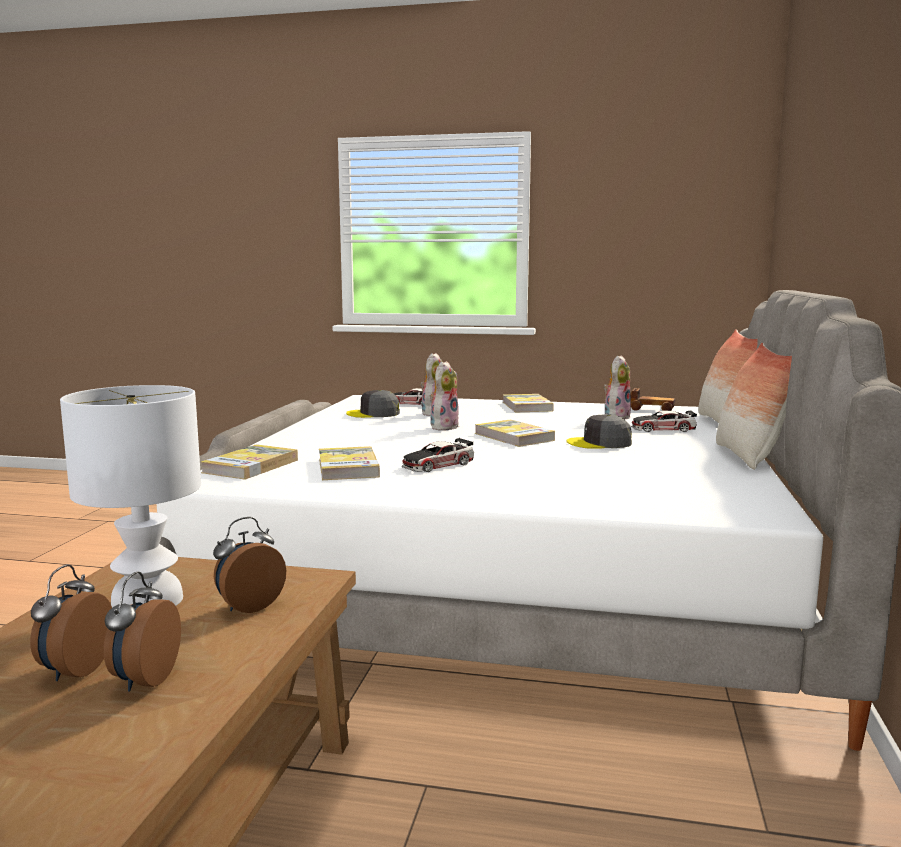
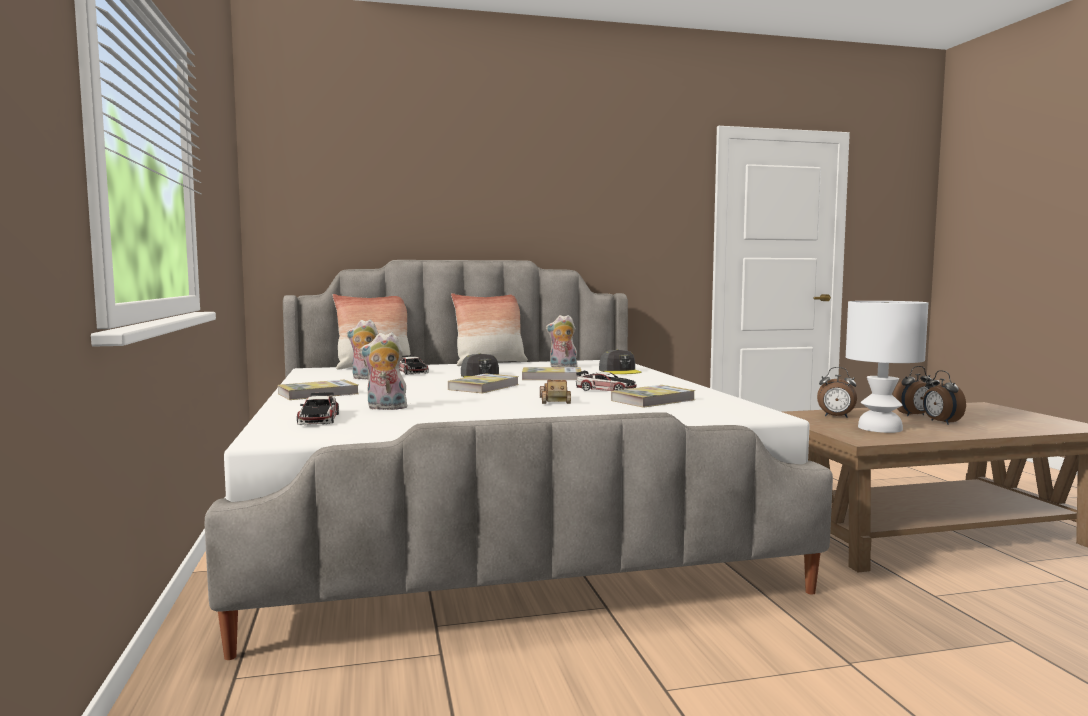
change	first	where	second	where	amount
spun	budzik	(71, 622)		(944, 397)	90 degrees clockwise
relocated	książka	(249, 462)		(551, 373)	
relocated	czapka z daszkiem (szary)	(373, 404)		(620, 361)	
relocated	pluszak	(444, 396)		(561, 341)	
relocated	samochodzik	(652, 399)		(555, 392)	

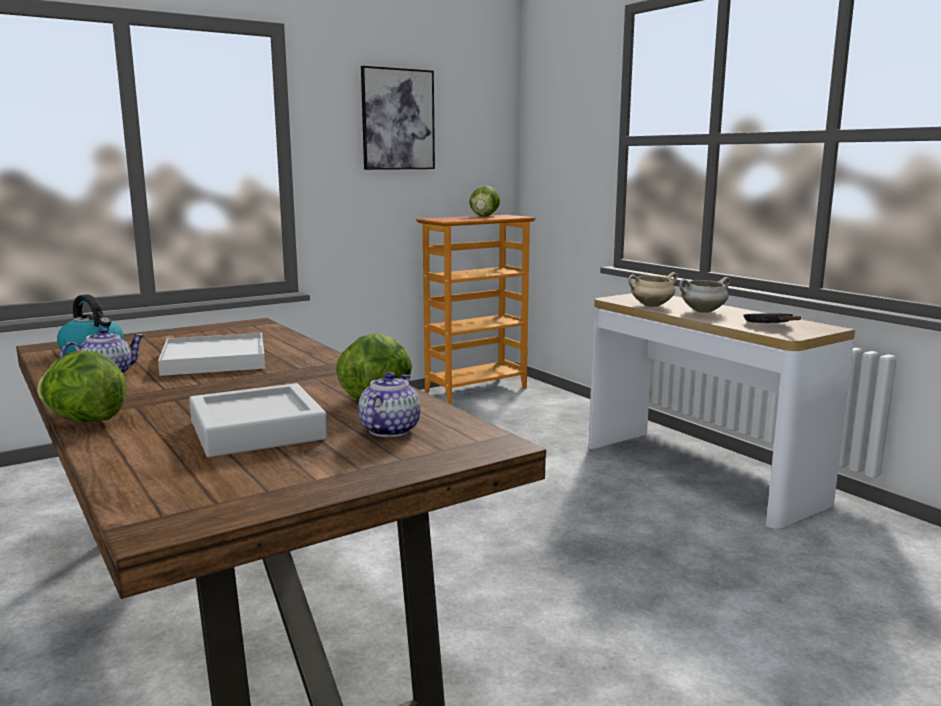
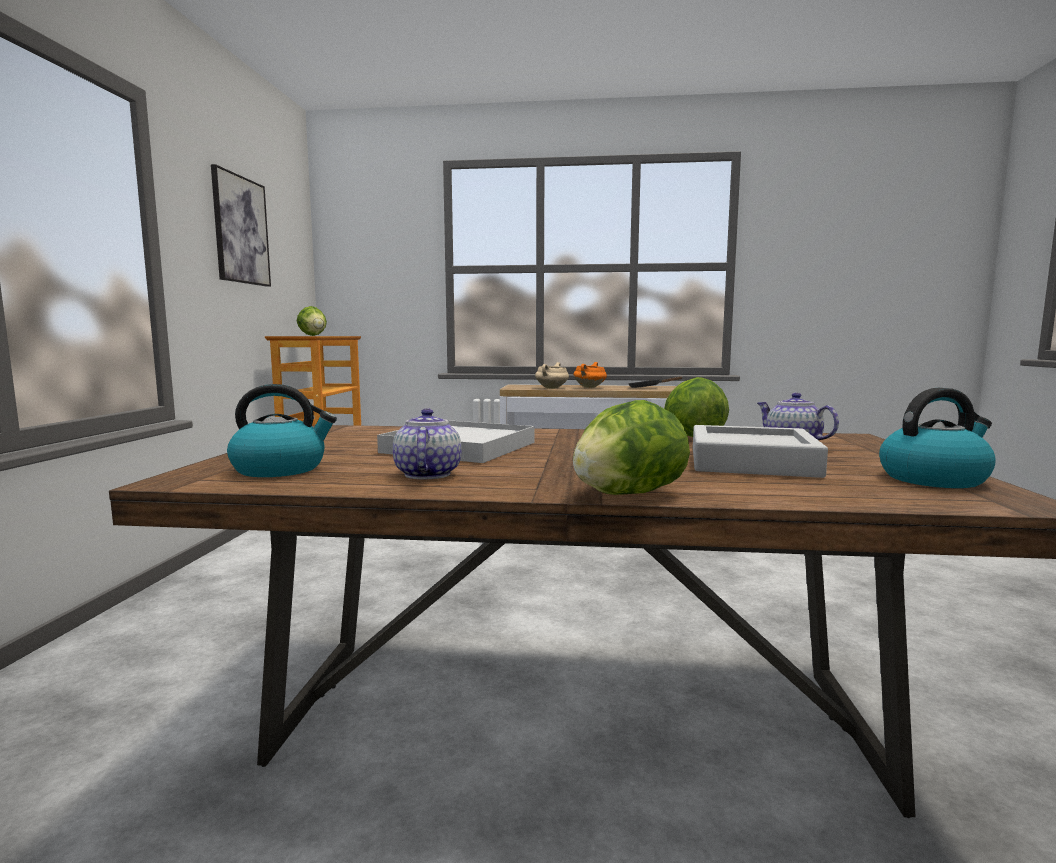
change	first	where	second	where	amount
colour	garnek (biały)	(705, 295)	garnek (pomarańczowy)	(590, 375)	
appeared			czajnik	(937, 437)	

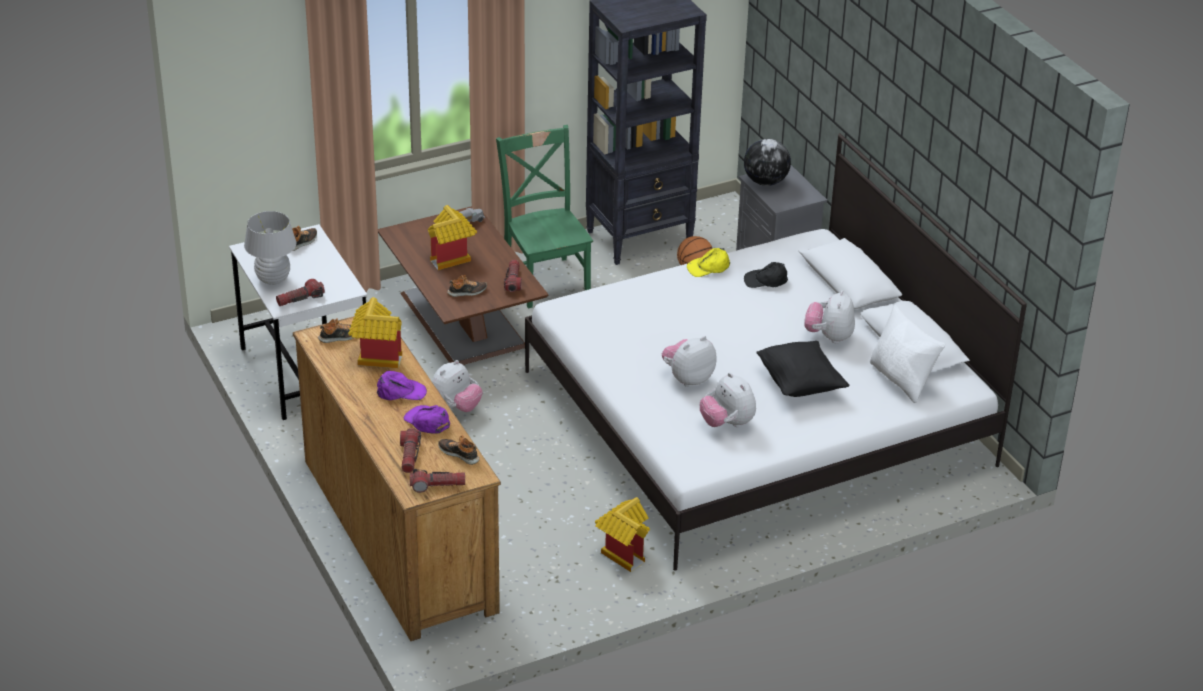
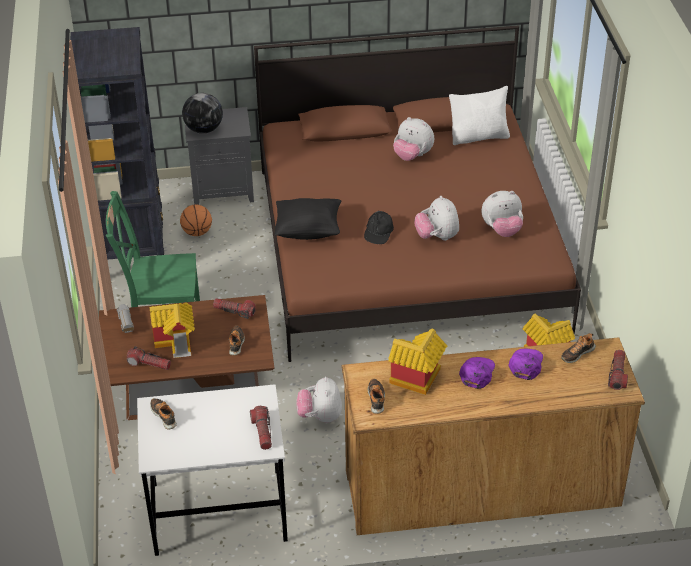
change	first	where	second	where	amount
missing	lampa stołowa (biały)	(270, 248)			
relocated	latarka	(410, 450)		(149, 358)	
spun	czapka z daszkiem (fioletowy)	(427, 419)		(526, 364)	135 degrees clockwise
spun	pluszak	(457, 386)		(319, 400)	150 degrees counterclockwise
colour	łóżko (biały)	(776, 352)	łóżko (brązowy)	(417, 193)	
missing	czapka z daszkiem (żółty)	(708, 262)			
relocated	czapka z daszkiem (czarny)	(766, 275)		(379, 227)	
relocated	poduszka (czarny)	(802, 369)		(308, 219)	

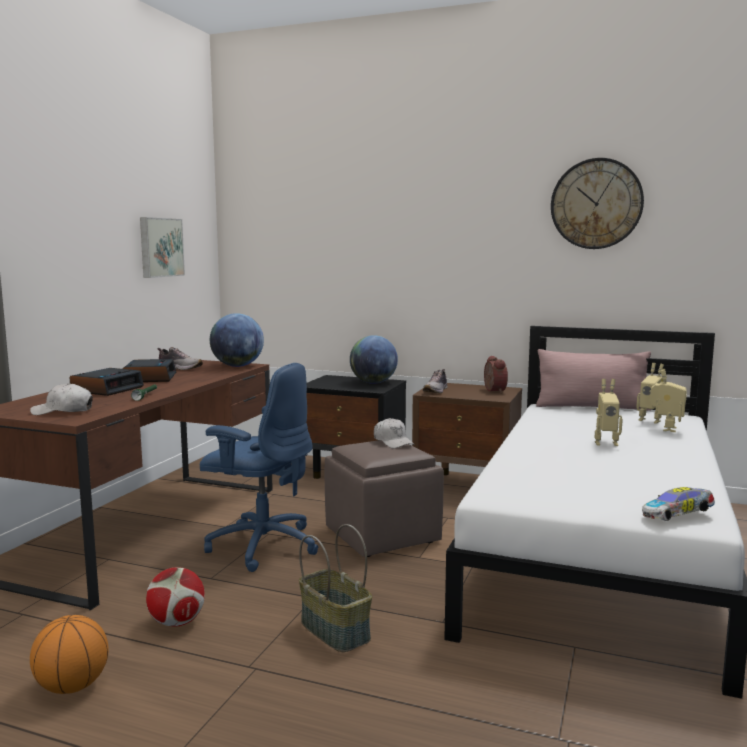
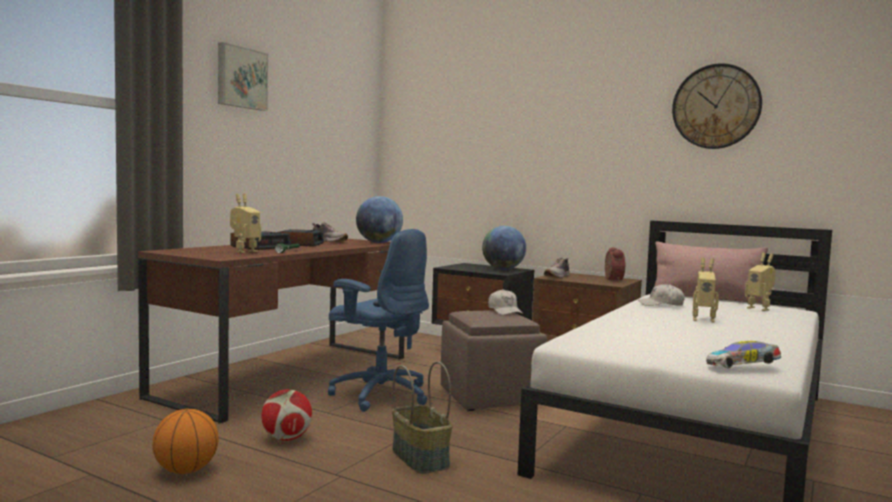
change	first	where	second	where	amount
relocated	czapka z daszkiem (biały)	(61, 399)		(661, 295)	
relocated	obraz	(162, 247)		(243, 76)	
relocated	robot zabawkowy	(668, 400)		(245, 223)	

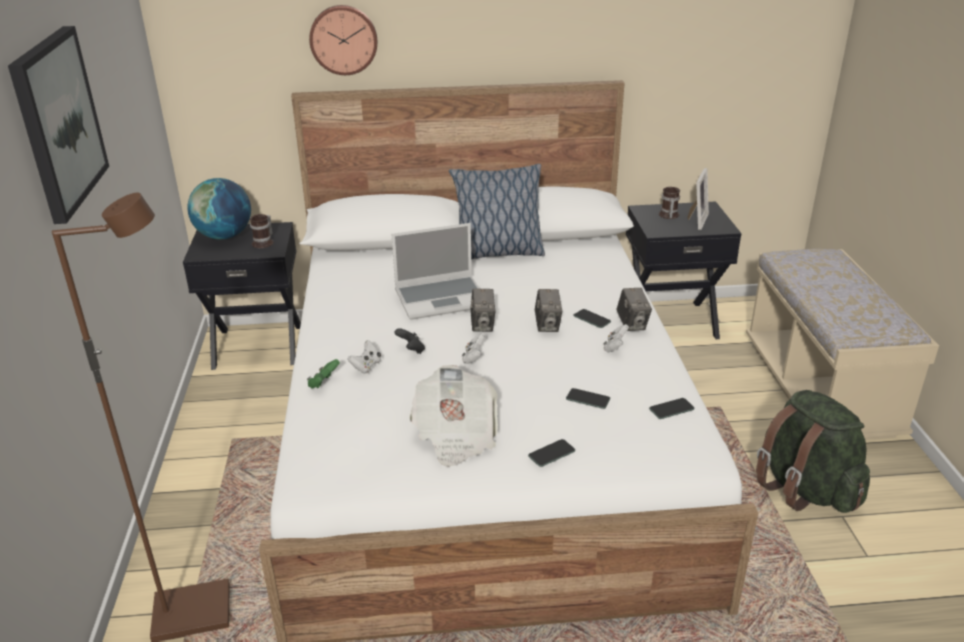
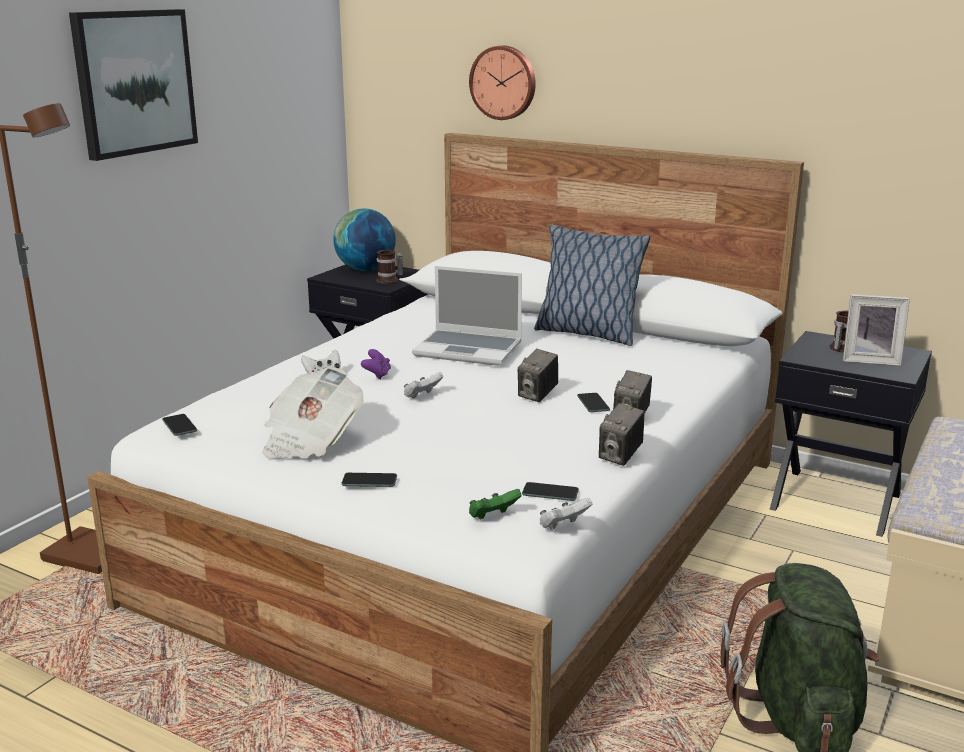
change	first	where	second	where	amount
relocated	pad do gier (zielony)	(323, 374)		(495, 504)	
colour	pad do gier (czarny)	(410, 341)	pad do gier (fioletowy)	(376, 364)	
relocated	aparat fotograficzny	(482, 310)		(621, 434)	
relocated	telefon	(588, 398)		(179, 425)	
relocated	pad do gier (biały)	(616, 338)		(566, 513)	
spun	ramka na zdjęcie	(698, 199)		(876, 330)	45 degrees clockwise

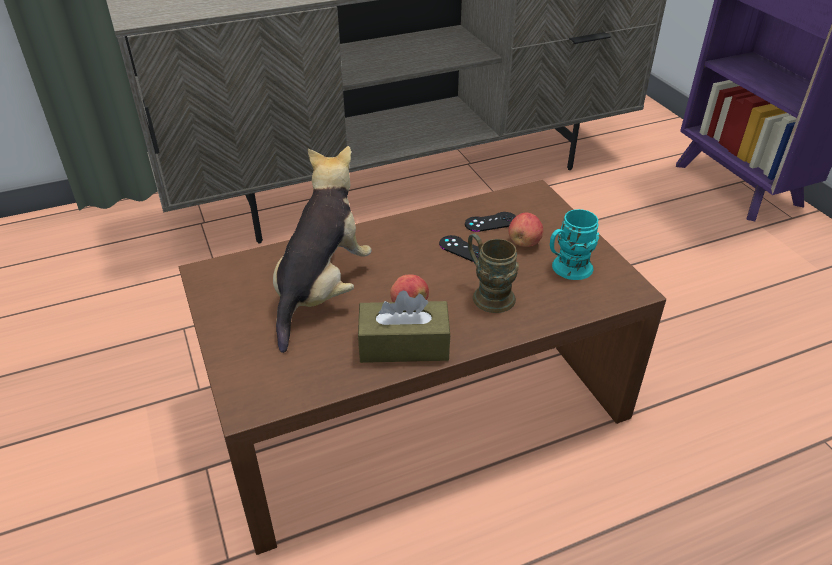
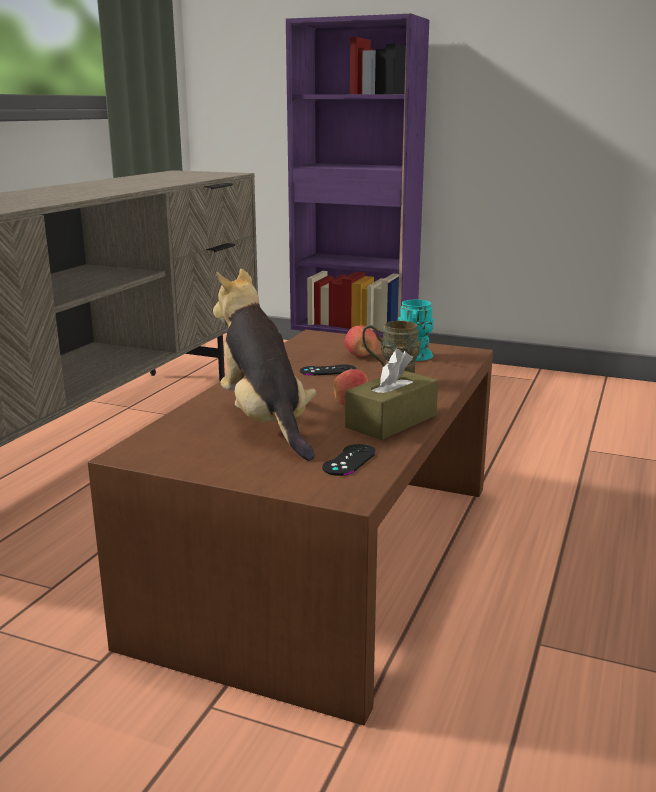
change	first	where	second	where	amount
relocated	pad do gier (czarny)	(490, 222)		(349, 460)	

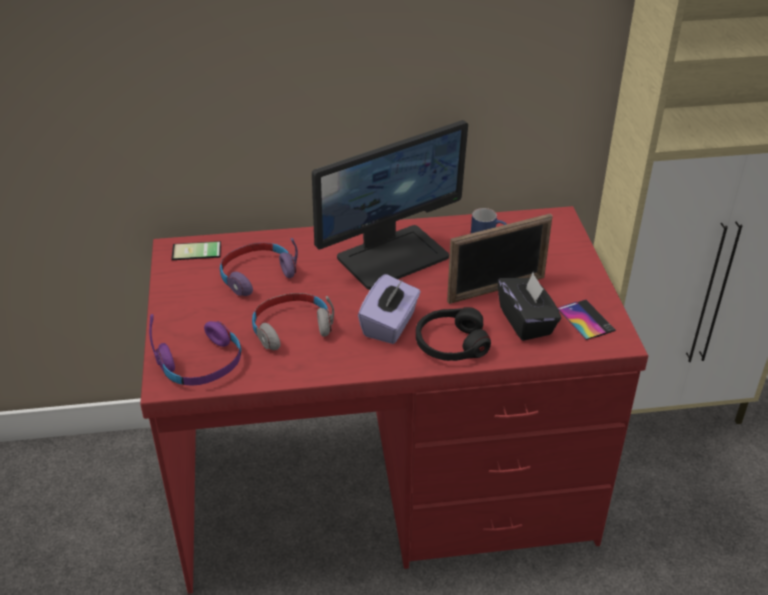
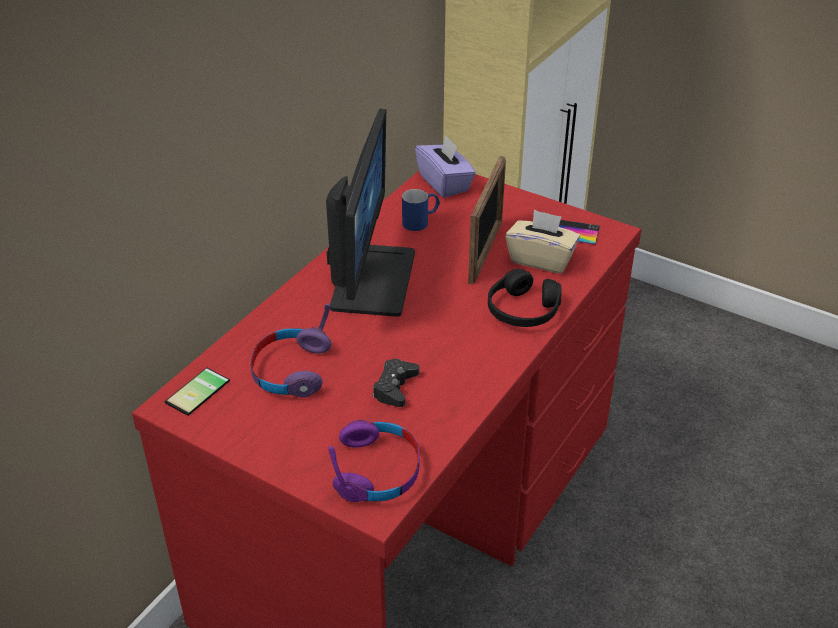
change	first	where	second	where	amount
exchanged	słuchawki (szary)	(293, 321)	pad do gier (czarny)	(395, 383)	
relocated	pudełko chusteczek (fioletowy)	(389, 309)		(445, 166)	
colour	pudełko chusteczek (czarny)	(529, 306)	pudełko chusteczek (beżowy)	(542, 241)	

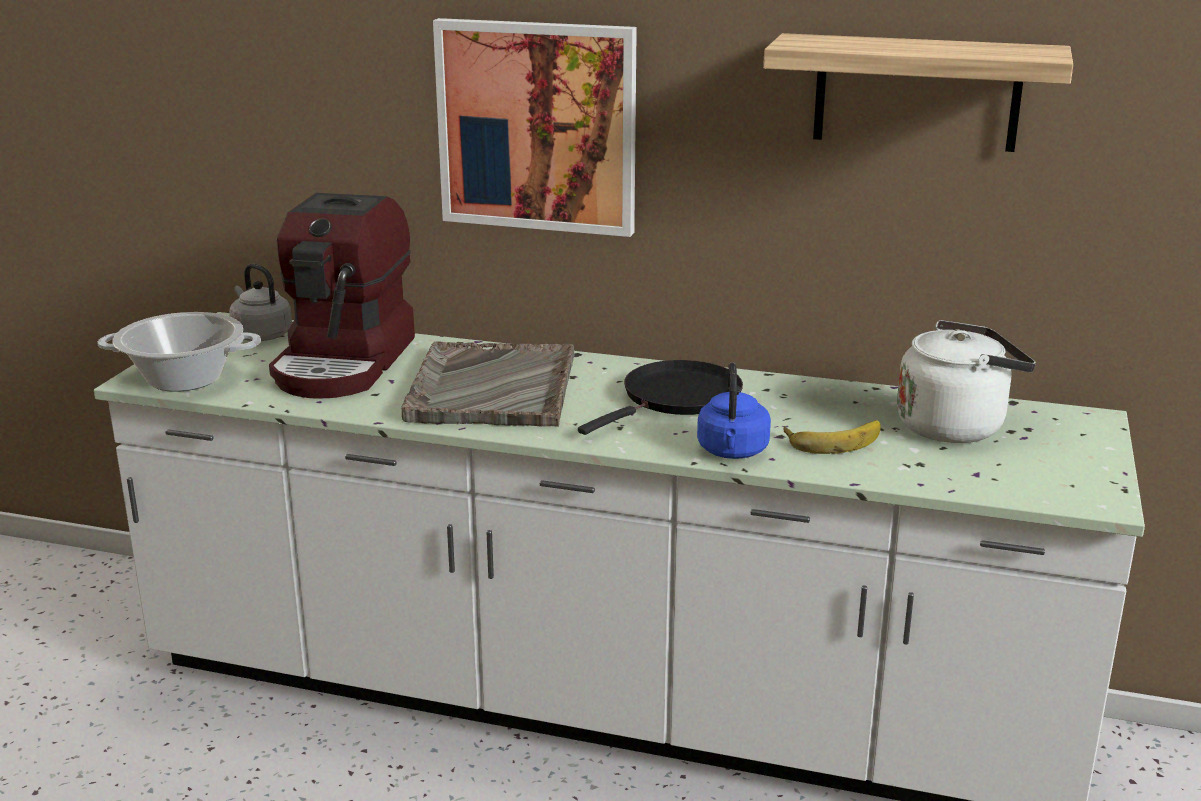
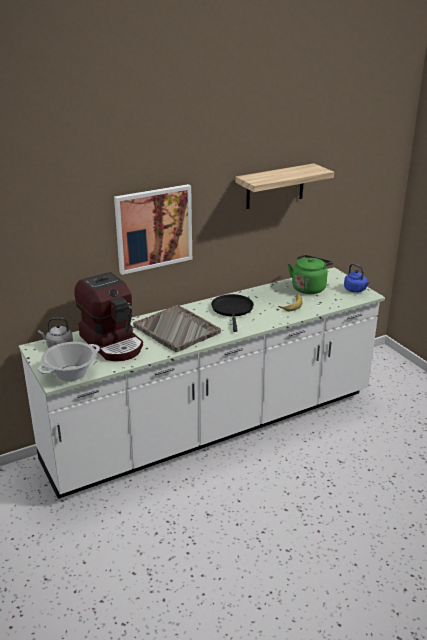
change	first	where	second	where	amount
relocated	czajnik (niebieski)	(734, 410)		(357, 278)	
colour	czajnik (biały)	(966, 381)	czajnik (zielony)	(310, 274)	

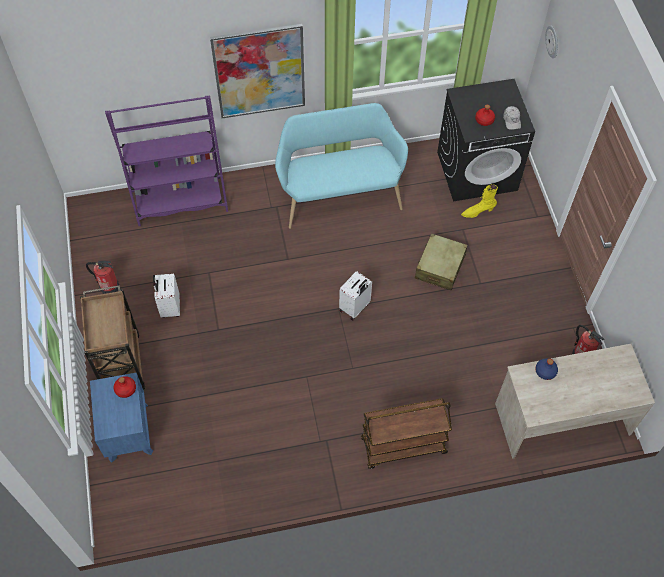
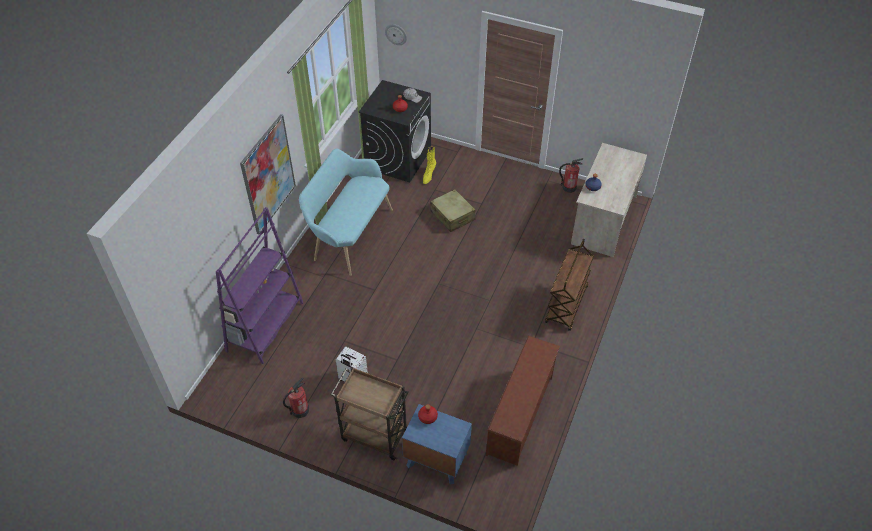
change	first	where	second	where	amount
missing	walizka (biały)	(355, 295)			
appeared			regał na buty (brązowy)	(523, 401)	

